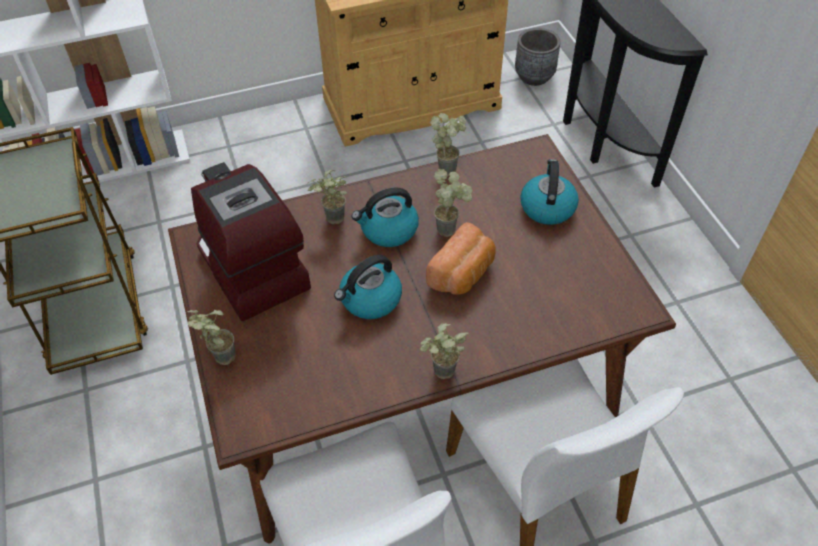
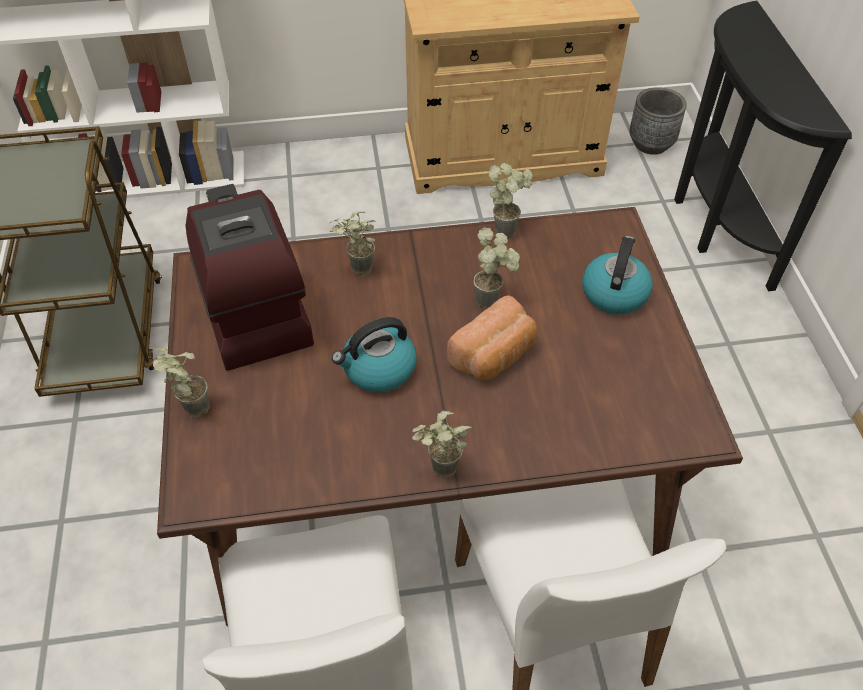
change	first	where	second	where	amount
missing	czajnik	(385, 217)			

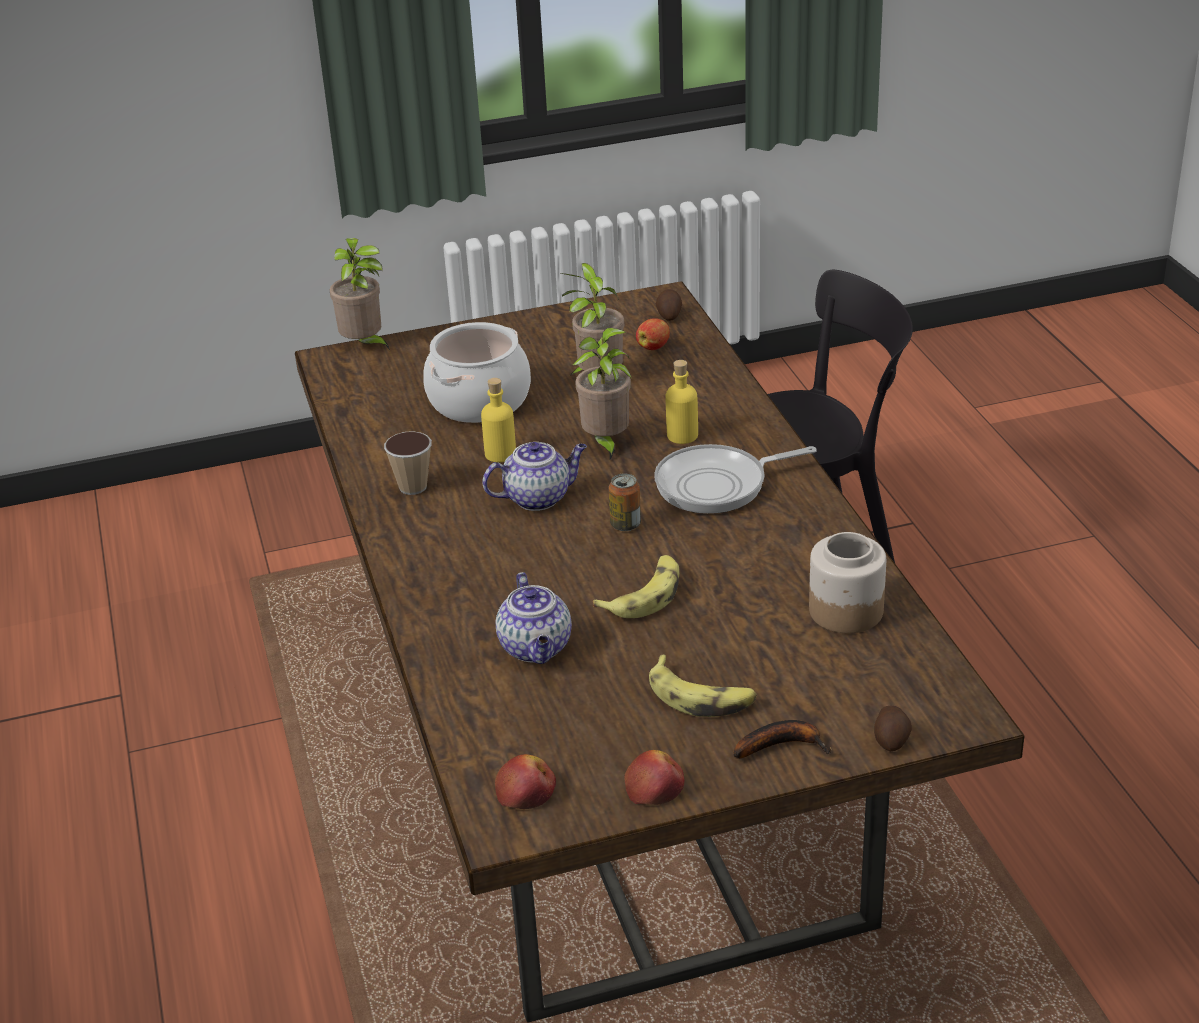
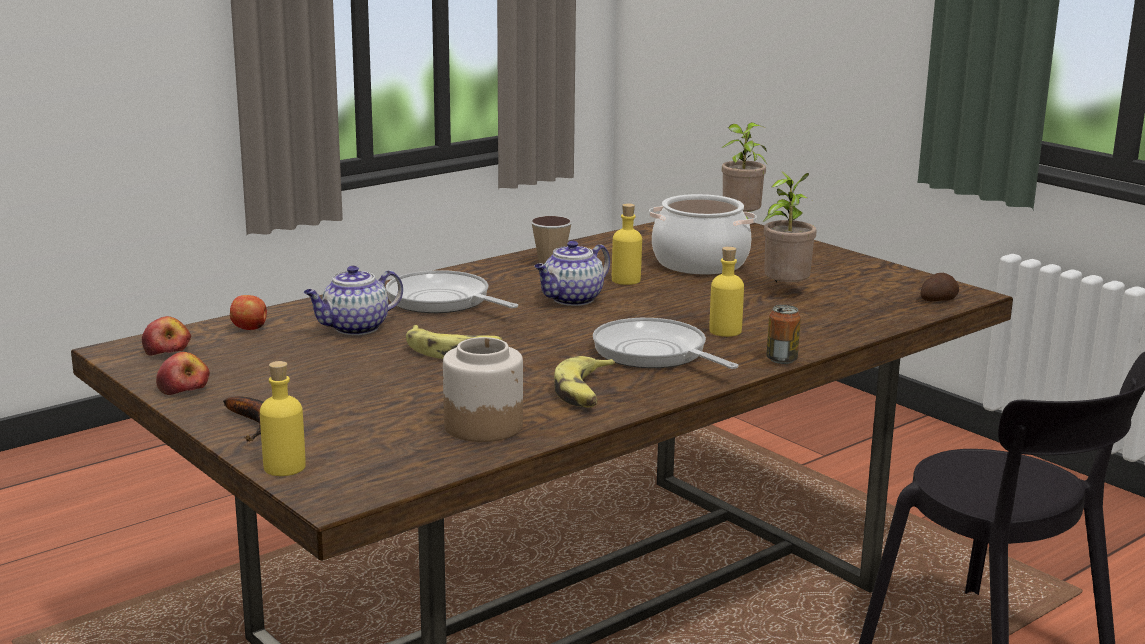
change	first	where	second	where	amount
spun	imbryk	(534, 476)		(572, 273)	90 degrees clockwise
missing	roślina doniczkowa	(602, 394)			
relocated	puszka	(625, 502)		(783, 334)	
relocated	jabłko	(653, 334)		(248, 312)	
relocated	banan	(703, 686)		(584, 381)	
exchanged	ziemniak	(893, 728)	butelka (żółty)	(283, 418)	
appeared			patelnia	(452, 291)	

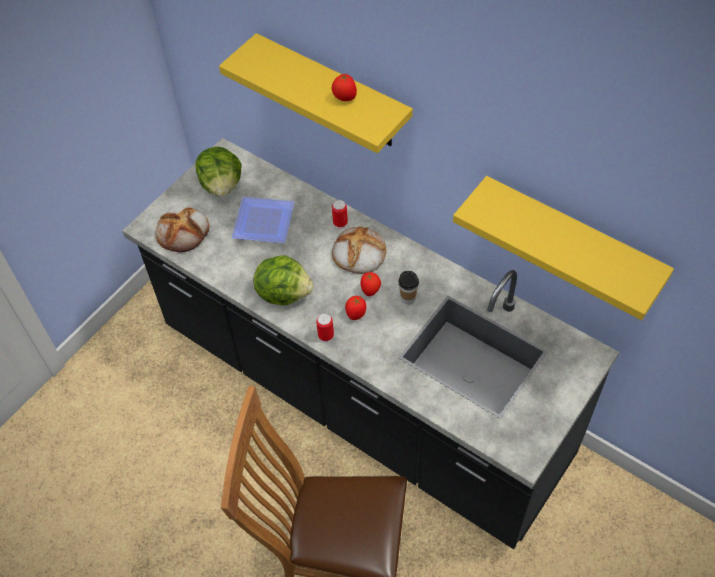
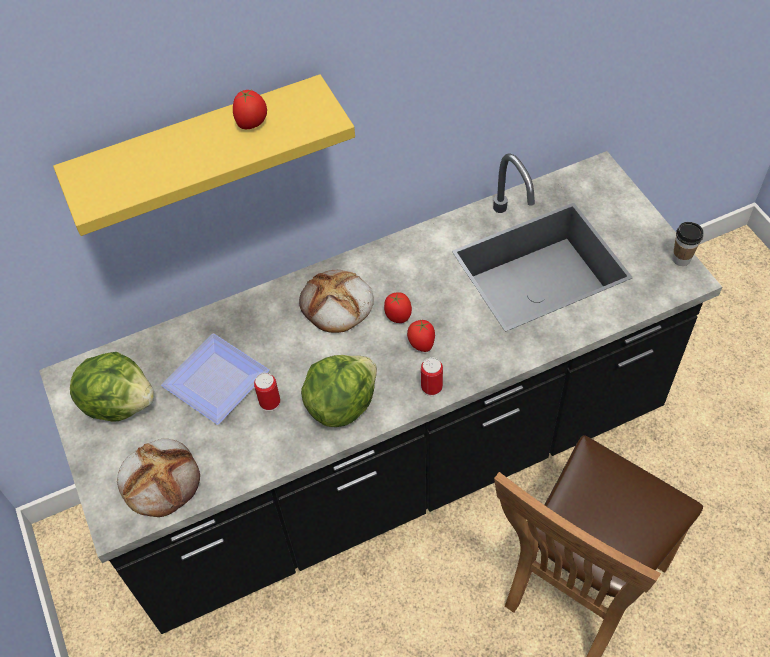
change	first	where	second	where	amount
relocated	puszka	(340, 214)		(267, 392)	
relocated	filiżanka	(408, 288)		(687, 244)	
missing	półka (żółty)	(563, 248)			

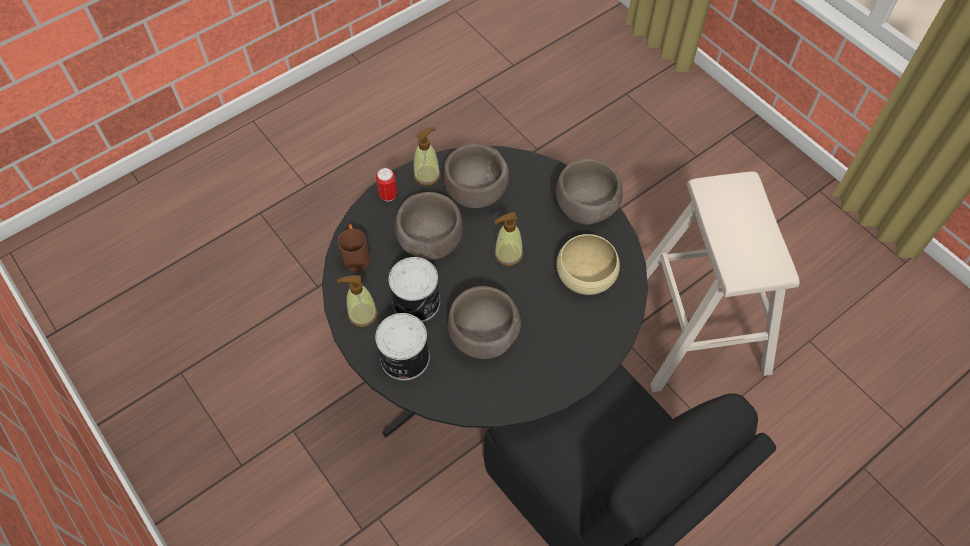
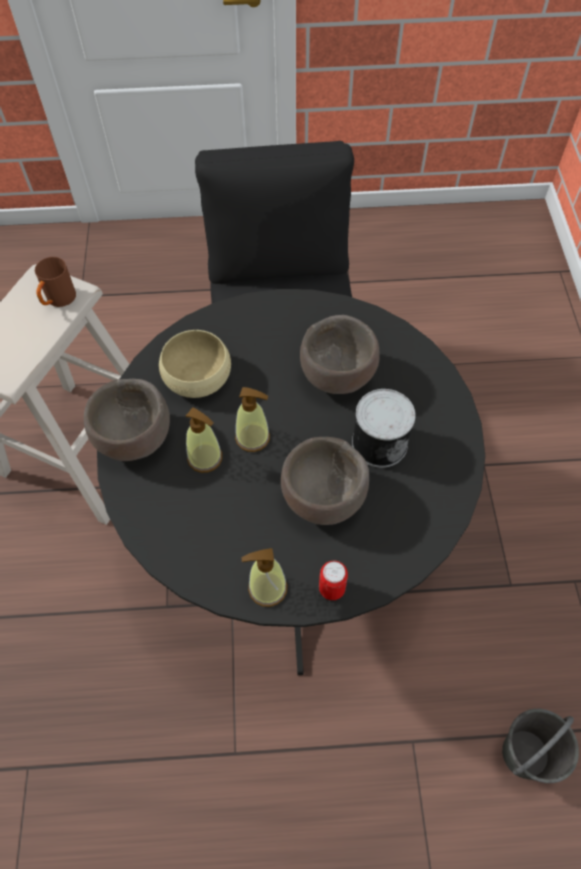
change	first	where	second	where	amount
relocated	dozownik mydła	(357, 301)		(204, 440)	
relocated	kubek (brązowy)	(354, 247)		(55, 282)	
missing	puszka	(402, 346)			
missing	miska (brązowy)	(476, 175)			
appeared			wiadro (szary)	(540, 746)	

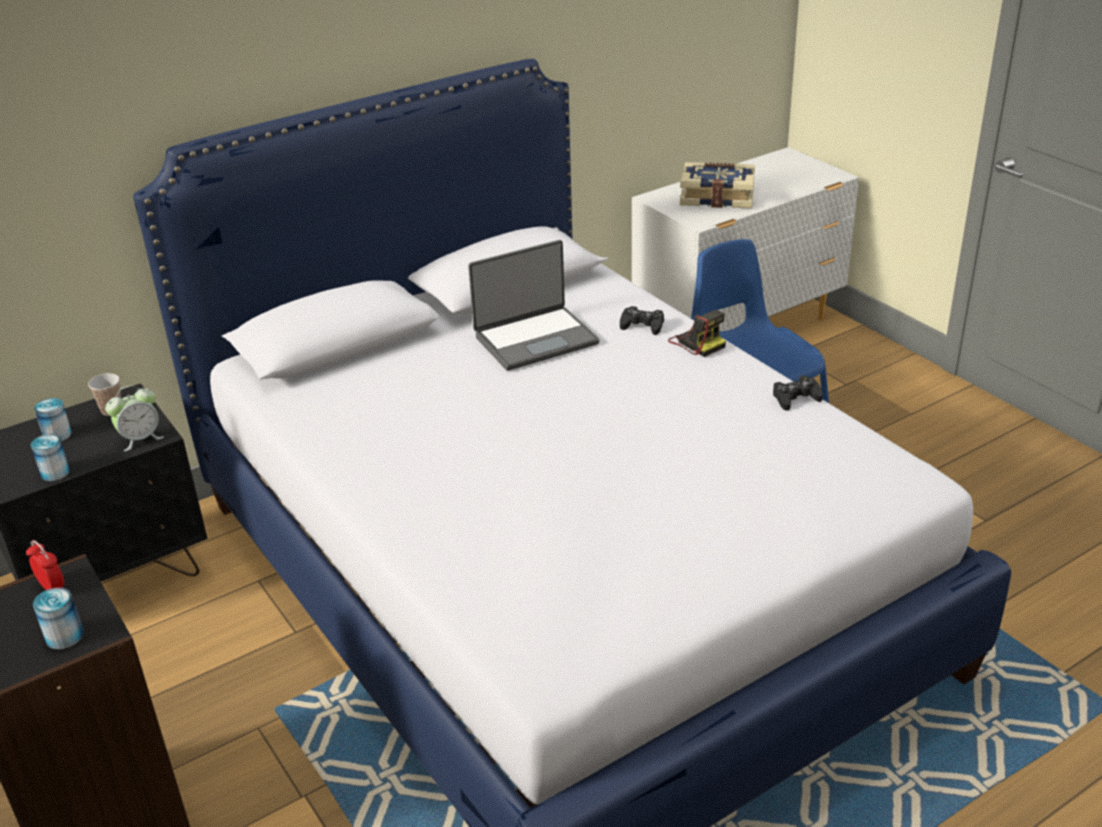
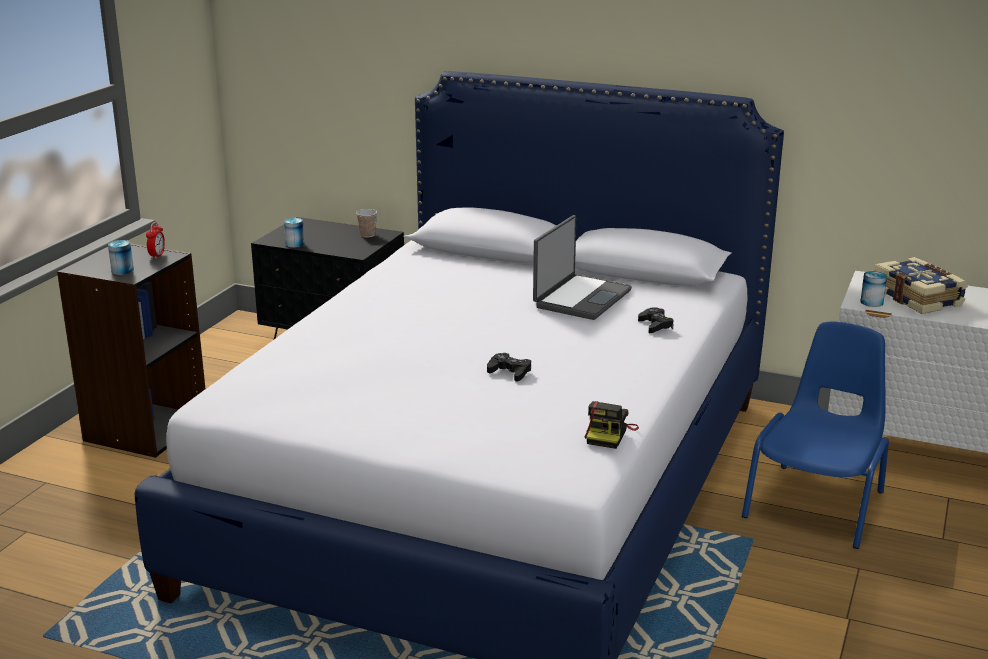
change	first	where	second	where	amount
relocated	puszka	(53, 419)		(873, 289)	
missing	budzik	(134, 418)			
spun	laptop	(533, 305)		(582, 267)	90 degrees counterclockwise
relocated	aparat fotograficzny	(697, 333)		(612, 425)	
relocated	pad do gier (czarny)	(798, 393)		(509, 367)	

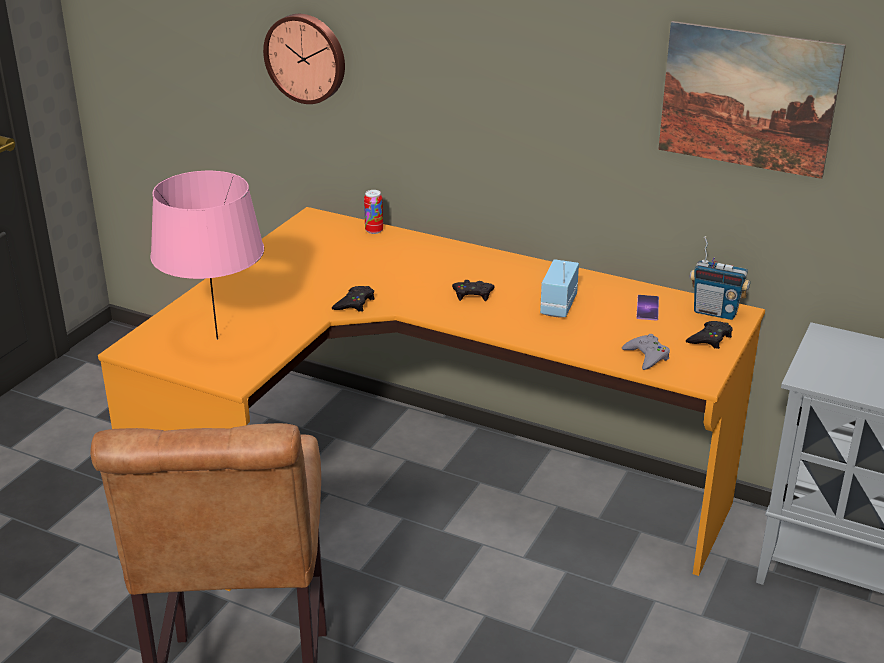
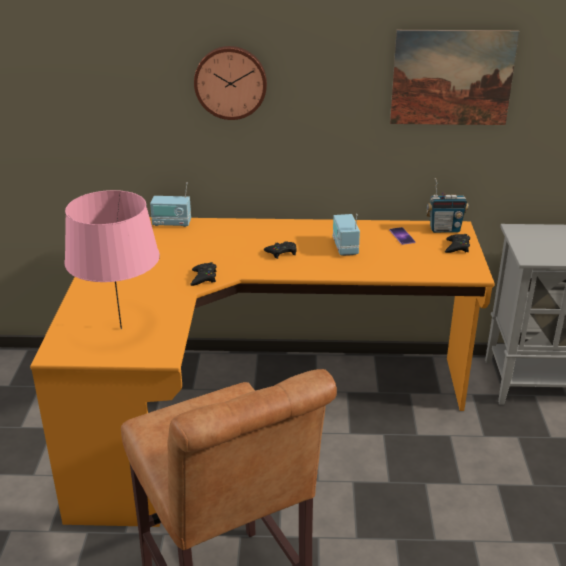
change	first	where	second	where	amount
relocated	zegar ścienny	(304, 59)		(230, 83)	
exchanged	puszka	(373, 212)	radio	(170, 204)	
missing	pad do gier (szary)	(646, 352)			

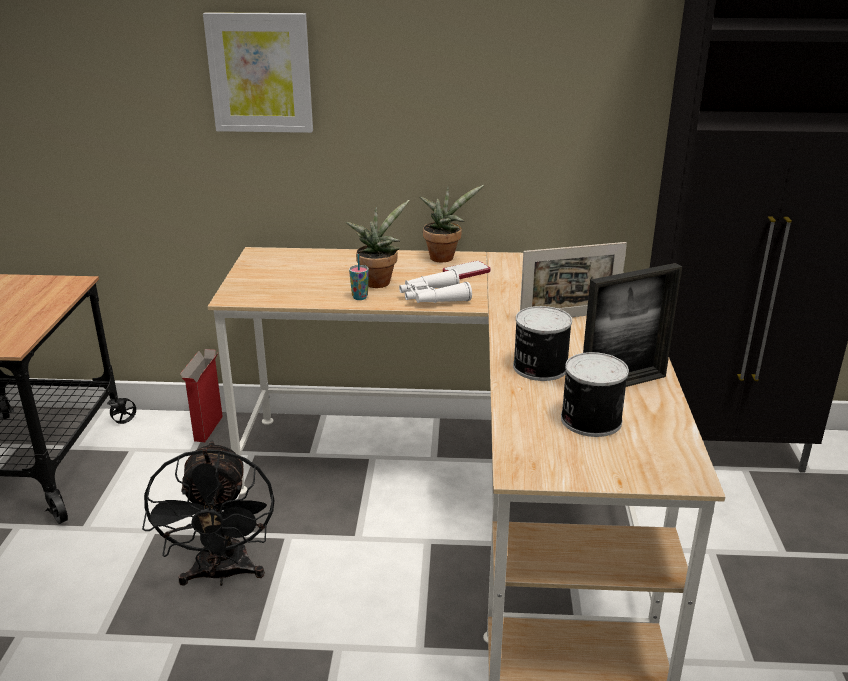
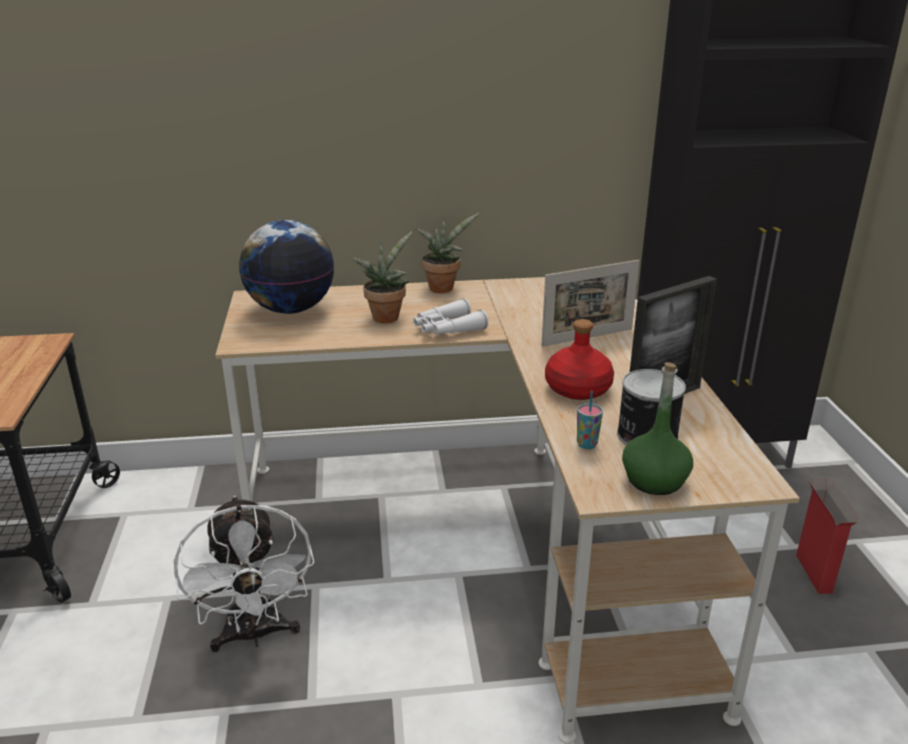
change	first	where	second	where	amount
colour	wentylator (czarny)	(208, 513)	wentylator (biały)	(244, 574)	
relocated	karton	(201, 395)		(828, 536)	
missing	obraz	(258, 72)			
relocated	filiżanka	(359, 277)		(590, 420)	
missing	telefon	(466, 270)			
exchanged	puszka	(542, 343)	butelka (czerwony)	(579, 359)	
appeared			globus	(286, 267)	
appeared			butelka (zielony)	(657, 428)	

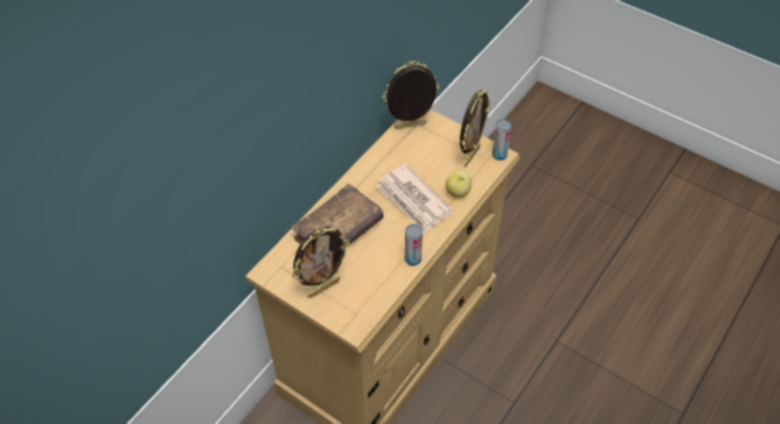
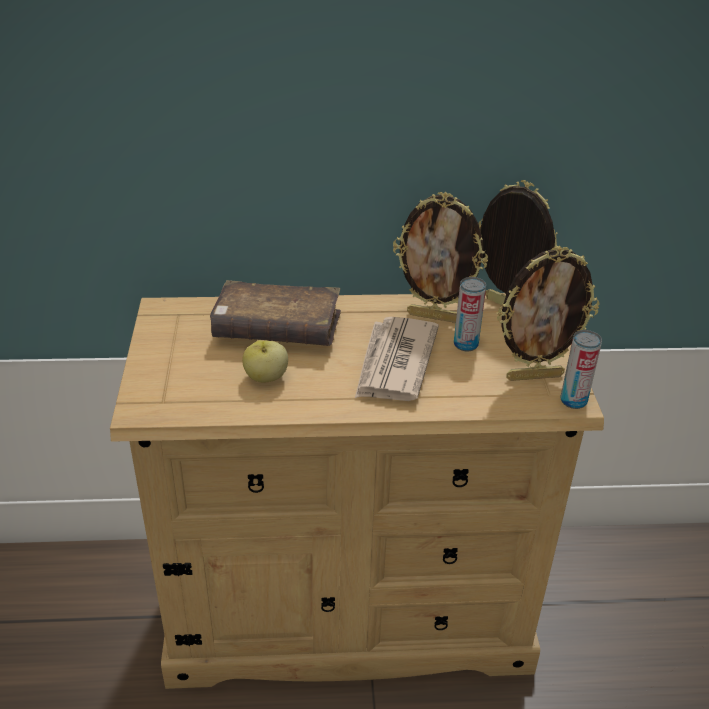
change	first	where	second	where	amount
relocated	ramka na zdjęcie	(321, 262)		(440, 257)	
relocated	puszka	(414, 245)		(470, 314)	
relocated	jabłko	(459, 184)		(265, 361)	

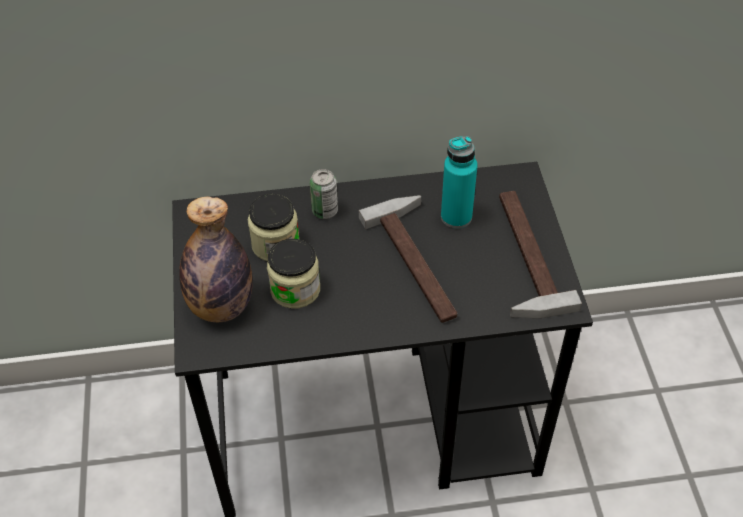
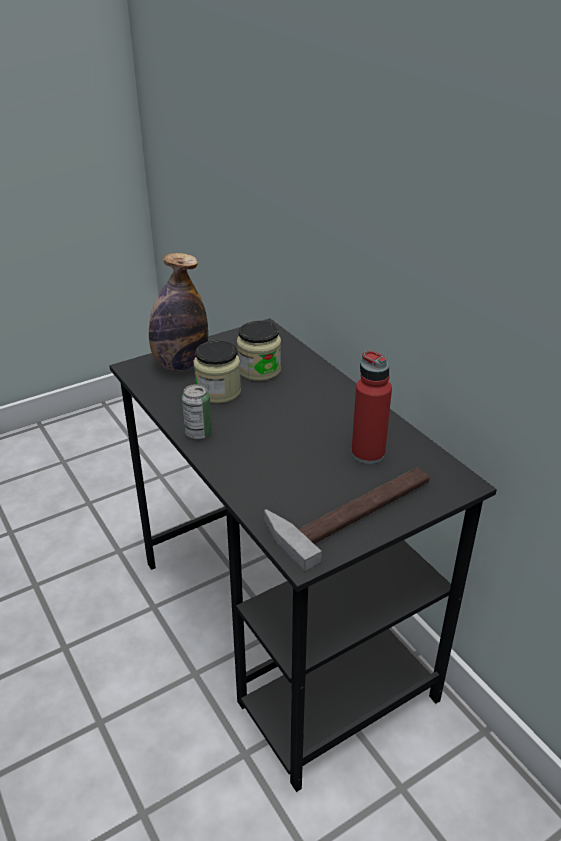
change	first	where	second	where	amount
relocated	puszka	(324, 194)		(197, 412)	
missing	młotek	(408, 259)			
colour	butelka (turkusowy)	(459, 182)	butelka (czerwony)	(371, 407)	

